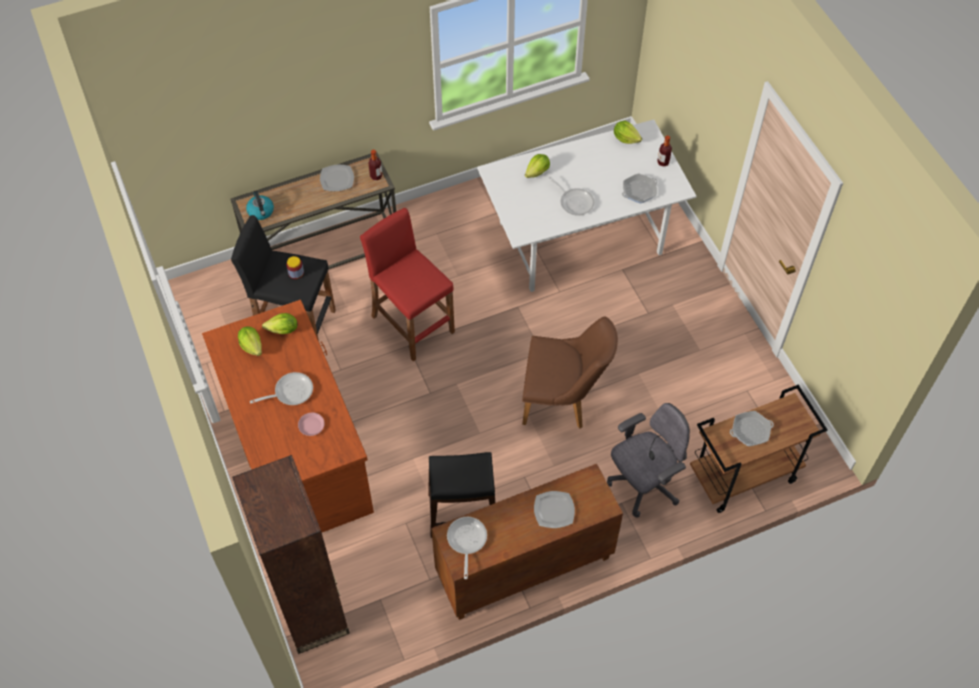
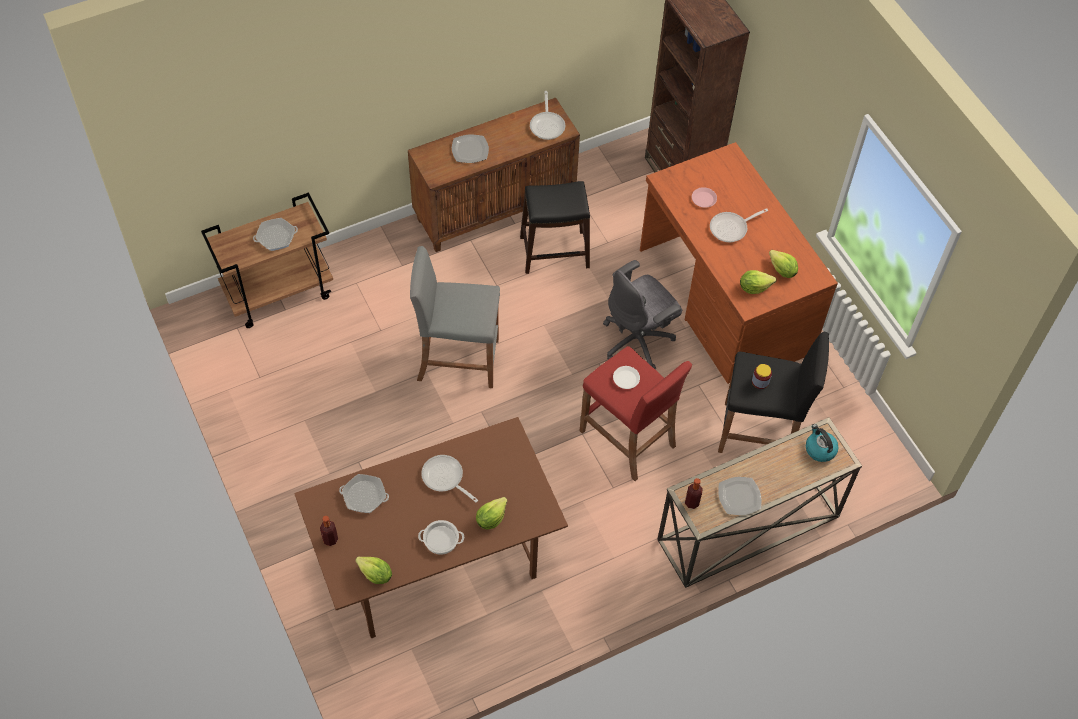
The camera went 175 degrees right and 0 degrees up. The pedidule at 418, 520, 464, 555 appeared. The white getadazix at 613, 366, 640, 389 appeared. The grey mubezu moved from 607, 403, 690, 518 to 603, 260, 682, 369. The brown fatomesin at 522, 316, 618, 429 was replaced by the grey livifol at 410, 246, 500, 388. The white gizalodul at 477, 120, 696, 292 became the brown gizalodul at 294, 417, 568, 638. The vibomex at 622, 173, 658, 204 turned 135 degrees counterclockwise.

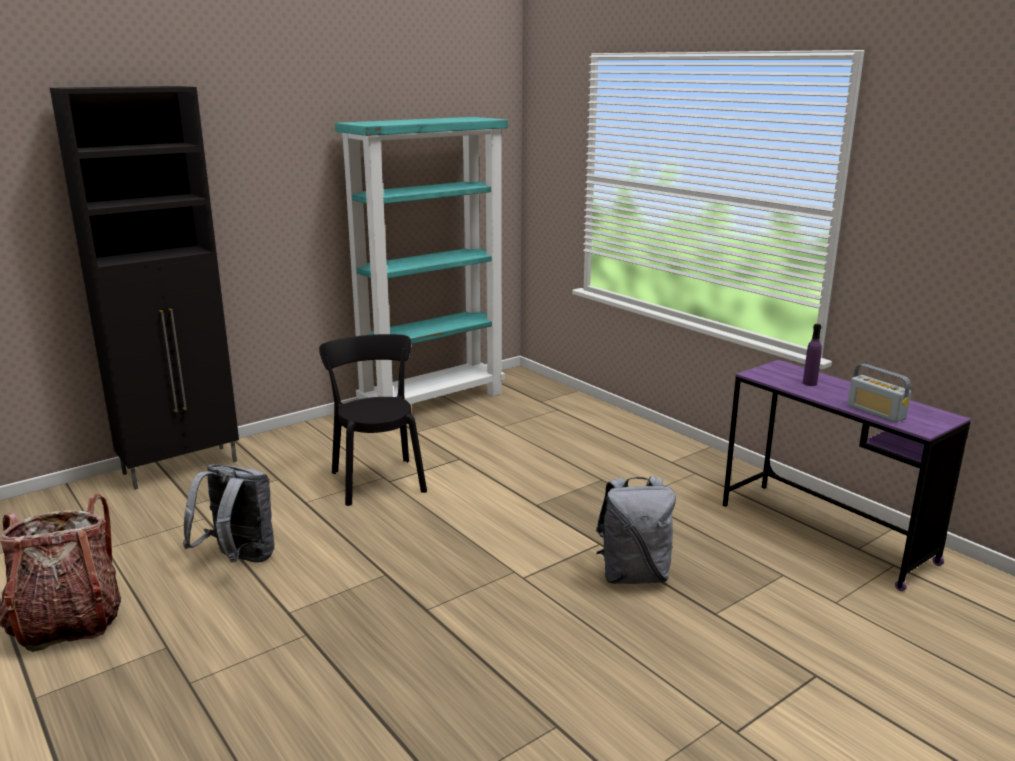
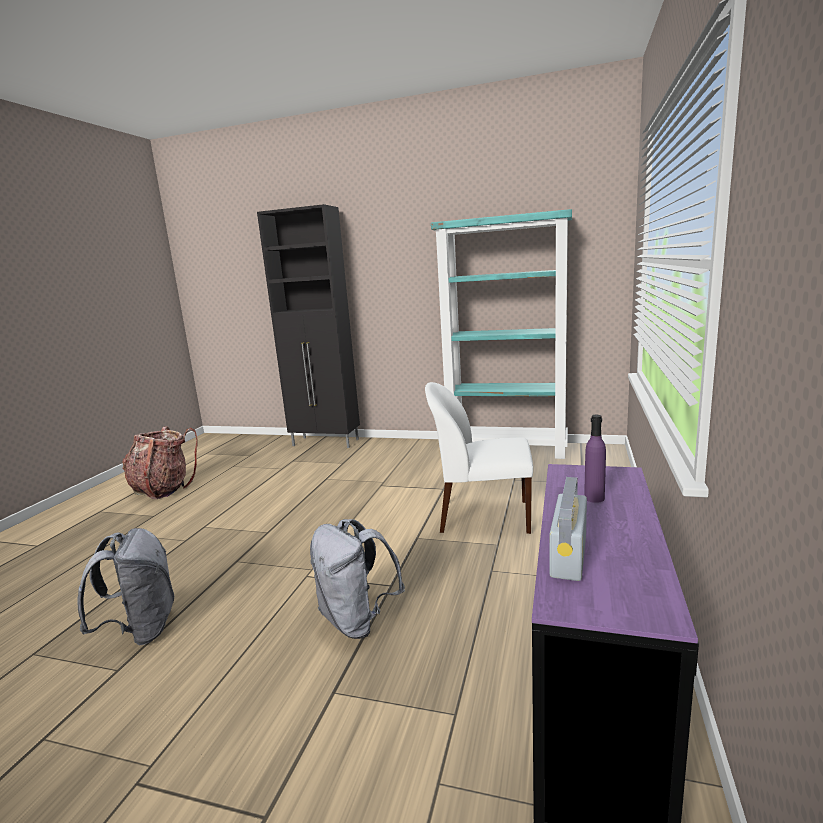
The camera went 55 degrees right and 5 degrees down. The black fatomesin at 319, 334, 427, 506 disappeared. The white fatomesin at 425, 382, 533, 534 appeared. The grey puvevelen moved from 183, 465, 275, 563 to 77, 528, 174, 645.

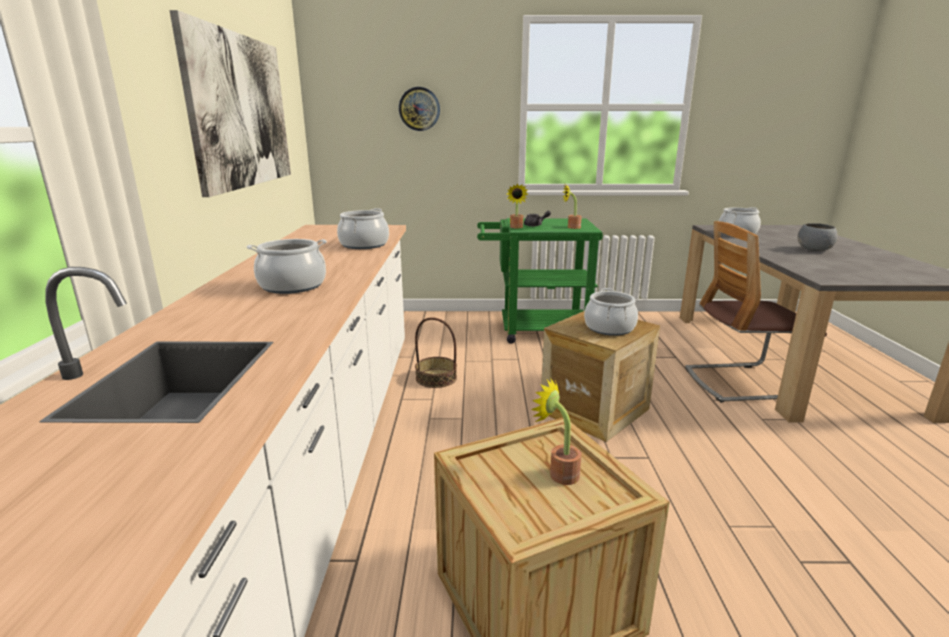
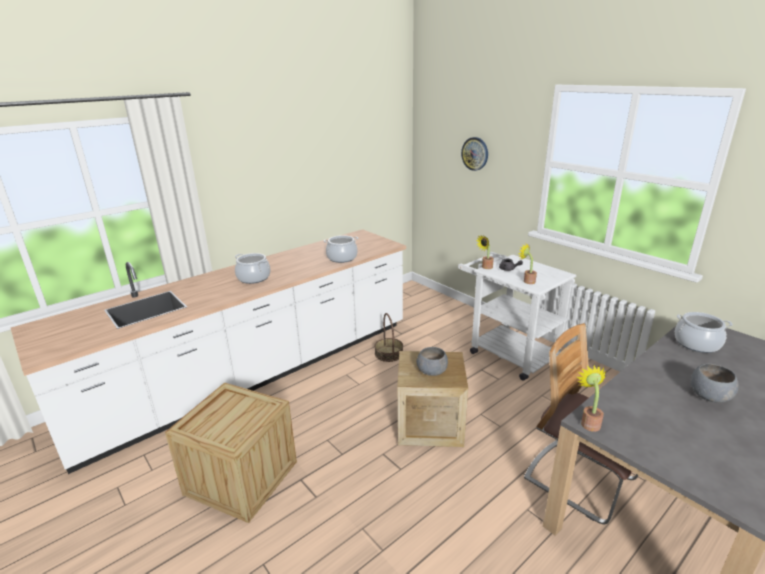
The camera went 50 degrees right and 5 degrees up. The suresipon at 170, 10, 291, 197 disappeared. The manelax moved from 531, 378, 581, 485 to 577, 365, 606, 432. The pedidule at 584, 288, 638, 336 was replaced by the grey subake at 416, 347, 448, 376. The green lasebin at 477, 218, 603, 344 became the white lasebin at 458, 252, 576, 381.

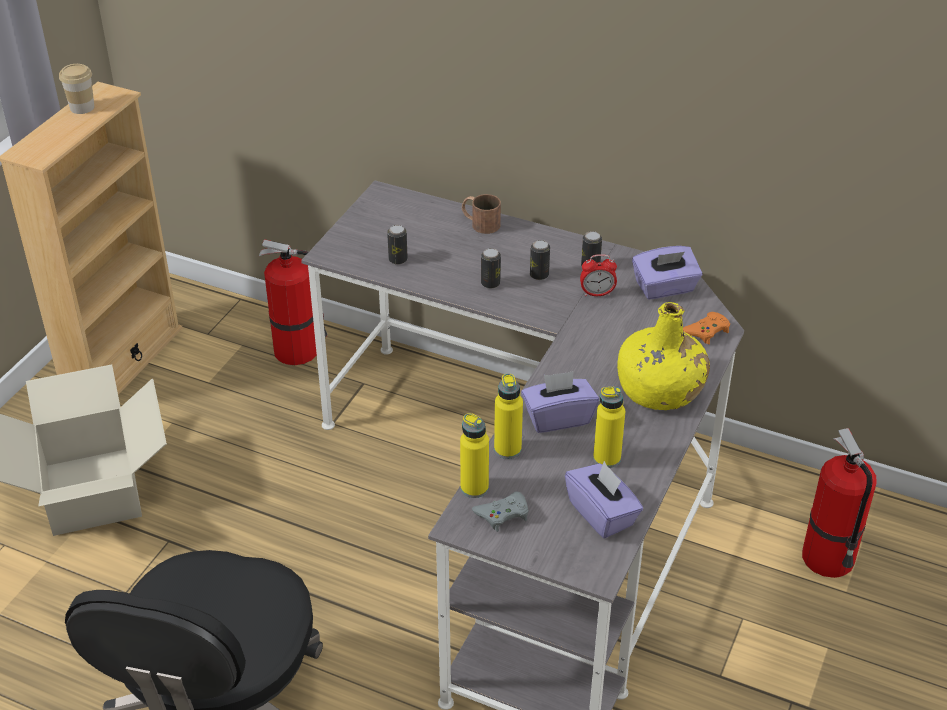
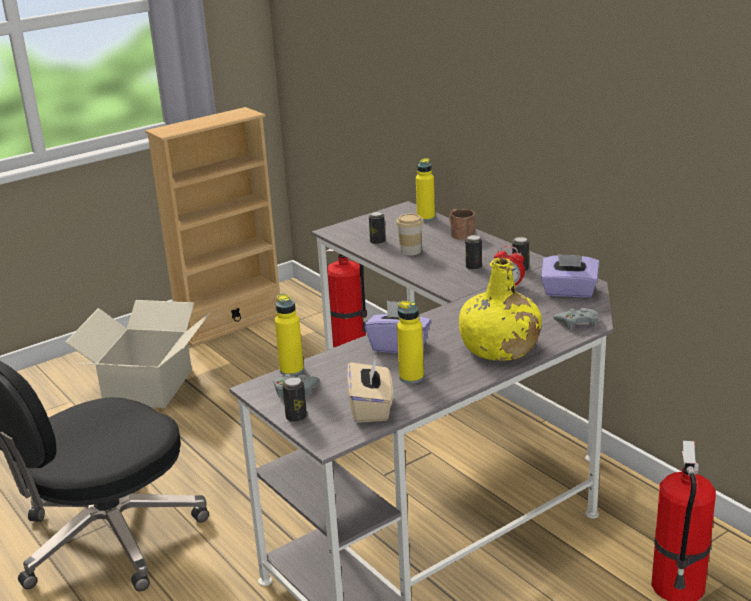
The camera went 30 degrees right and 15 degrees down. The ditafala moved from 59, 64, 94, 114 to 396, 213, 424, 256. The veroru moved from 481, 248, 501, 289 to 282, 377, 307, 422. The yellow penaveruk moved from 494, 374, 523, 459 to 416, 158, 435, 221. The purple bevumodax at 565, 461, 643, 538 became the beige bevumodax at 347, 357, 393, 423. The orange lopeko at 683, 312, 730, 345 became the grey lopeko at 553, 308, 598, 330.

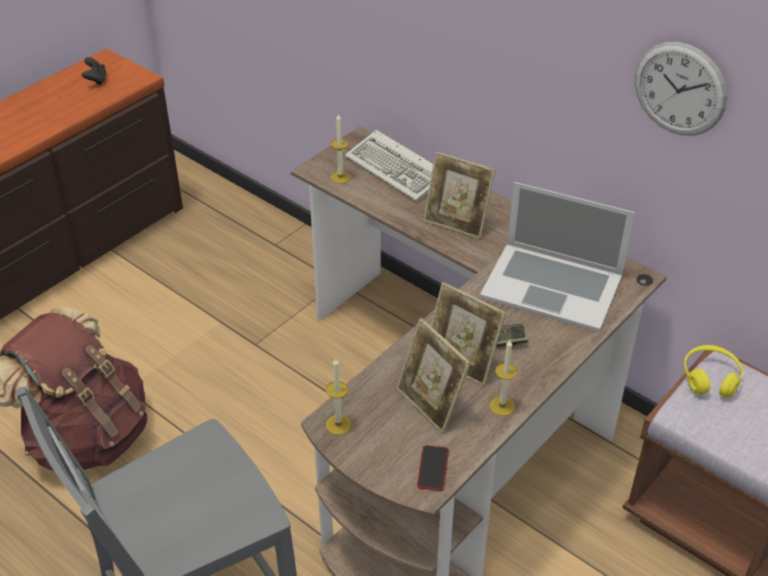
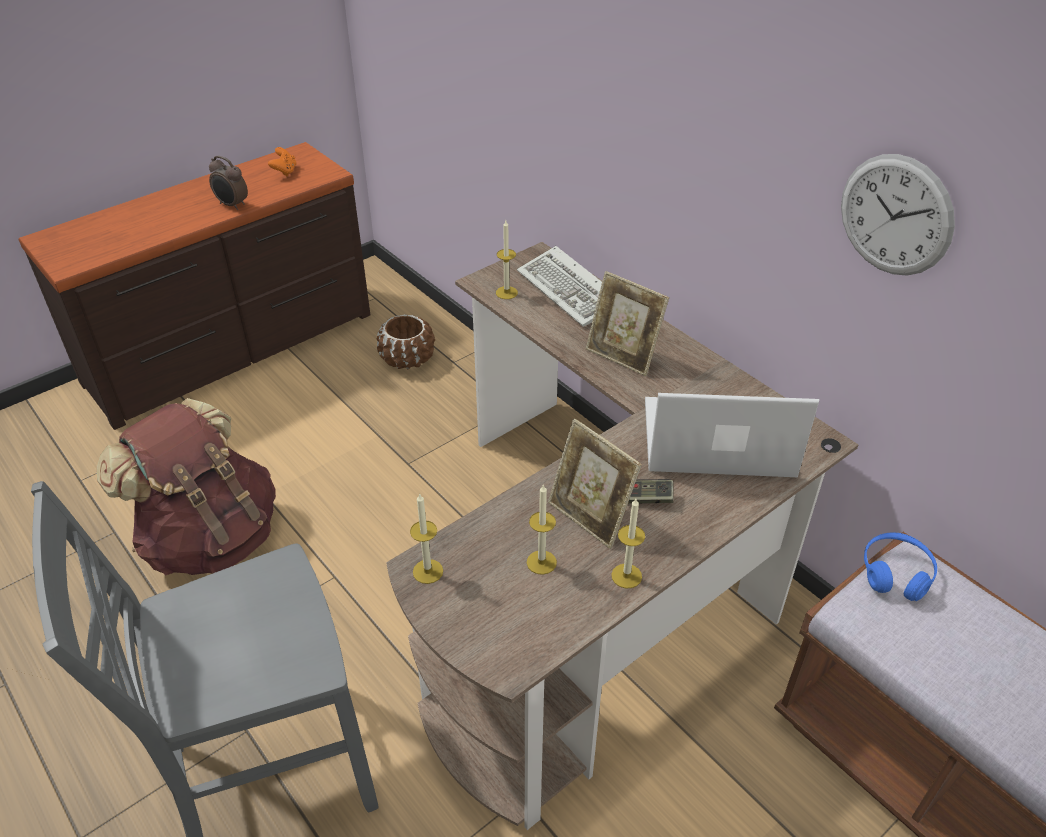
The camera went 10 degrees right and 0 degrees up. The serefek at 417, 445, 449, 491 disappeared. The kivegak at 209, 156, 248, 210 appeared. The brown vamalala at 377, 314, 435, 369 appeared. The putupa at 396, 318, 471, 434 was replaced by the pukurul at 527, 484, 557, 575. The black lopeko at 82, 57, 107, 85 became the orange lopeko at 268, 147, 297, 177. The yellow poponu at 684, 345, 743, 398 became the blue poponu at 864, 533, 937, 601. The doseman at 480, 182, 635, 332 turned 150 degrees clockwise.

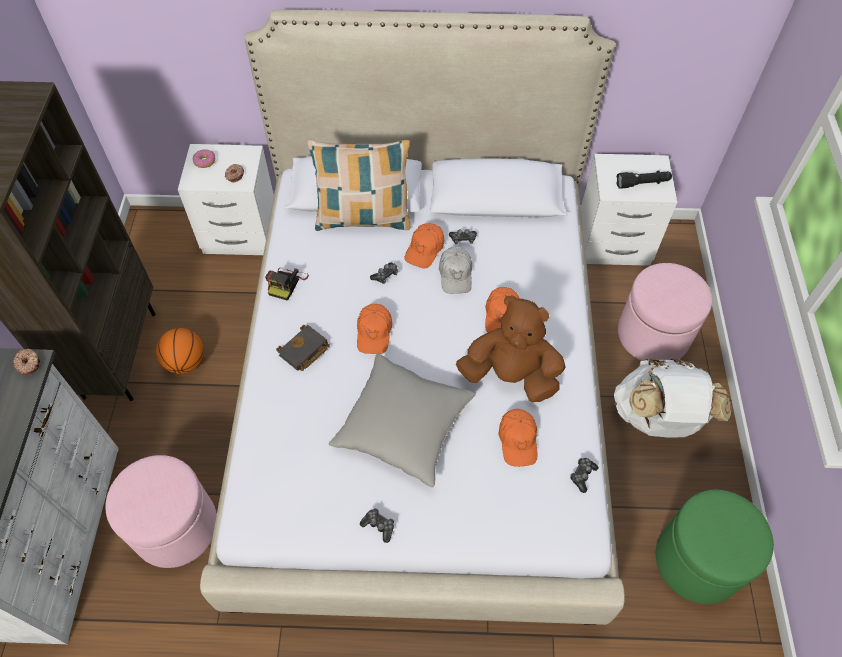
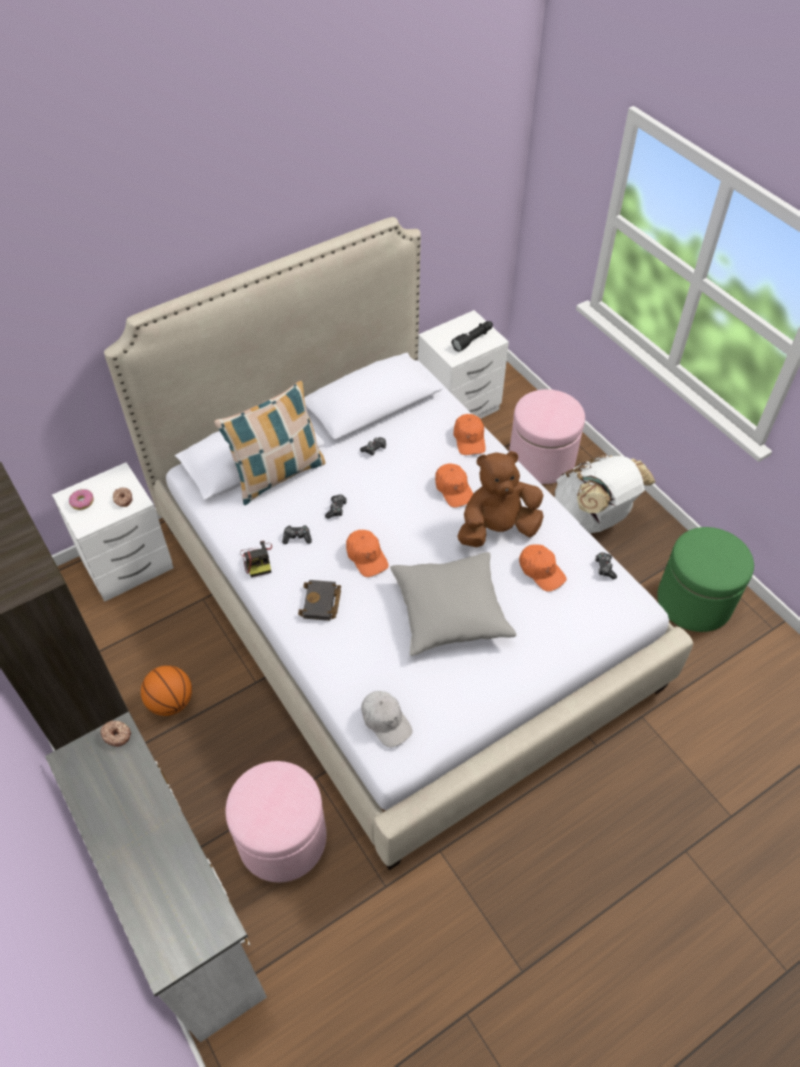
The camera went 35 degrees left and 5 degrees down. The lopeko moved from 360, 508, 394, 543 to 282, 525, 312, 544. The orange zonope moved from 405, 223, 444, 269 to 453, 414, 486, 455. The white zonope moved from 439, 247, 472, 294 to 361, 691, 413, 747.

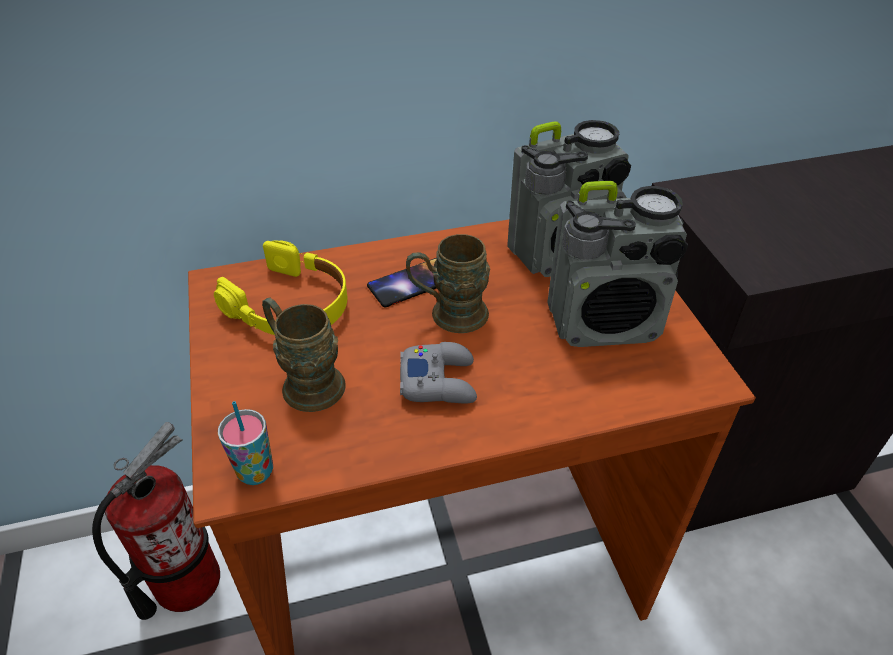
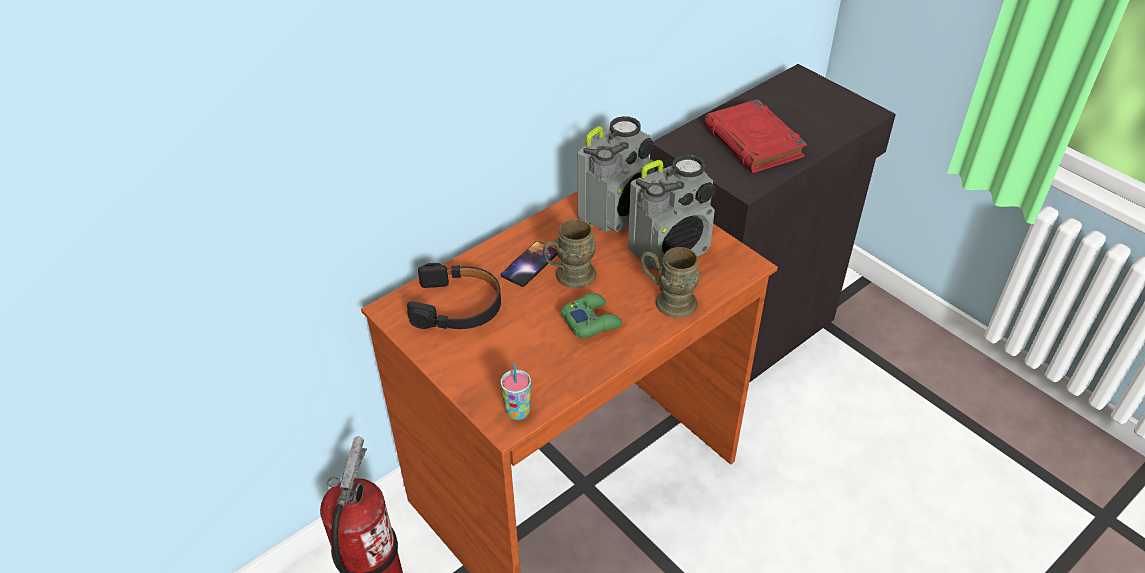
The camera went 25 degrees left and 0 degrees up. The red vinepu at 704, 99, 807, 173 appeared. The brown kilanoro moved from 262, 297, 346, 412 to 641, 247, 700, 318. The yellow poponu at 214, 240, 347, 335 became the black poponu at 407, 263, 501, 329. The grey lopeko at 400, 342, 477, 404 became the green lopeko at 561, 293, 622, 338.

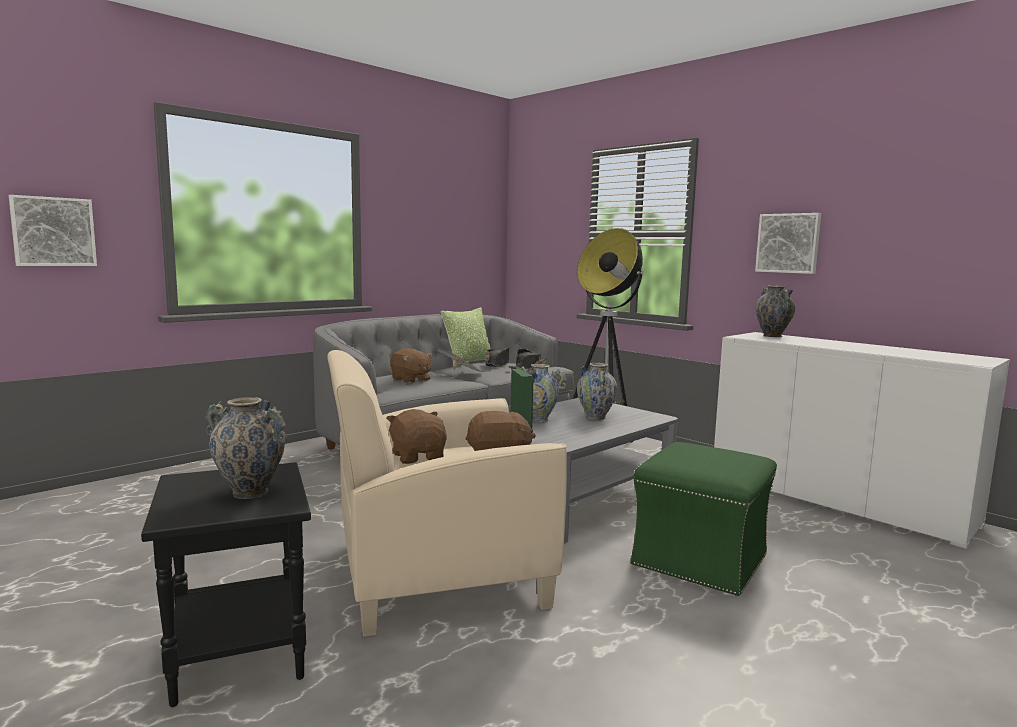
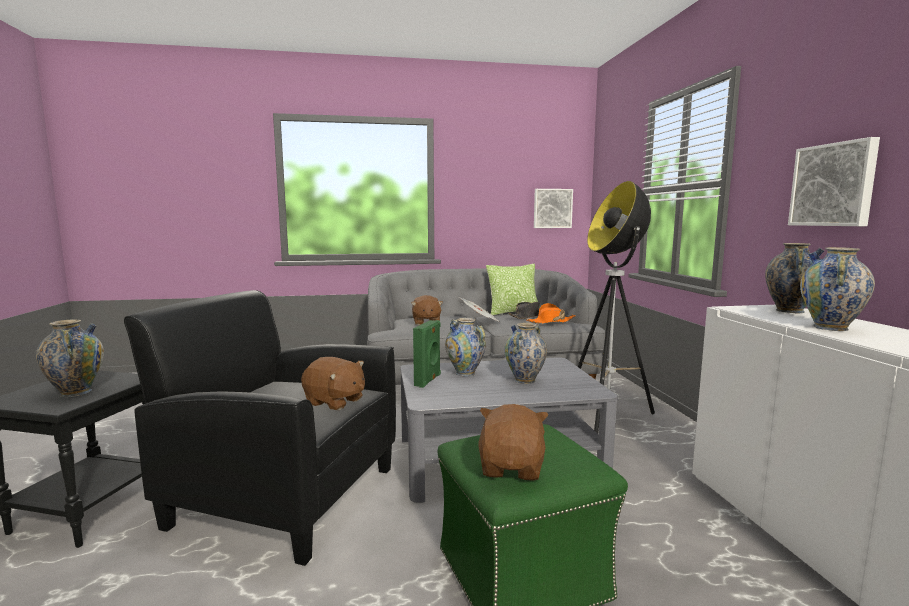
The camera went 35 degrees right and 0 degrees up. The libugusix at 800, 247, 875, 331 appeared. The suresipon moved from 9, 195, 97, 266 to 534, 189, 573, 228. The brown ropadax moved from 386, 409, 447, 464 to 478, 404, 548, 481. The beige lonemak at 327, 350, 567, 637 became the black lonemak at 124, 290, 396, 566. The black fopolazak at 508, 348, 547, 369 became the orange fopolazak at 526, 303, 576, 324.

